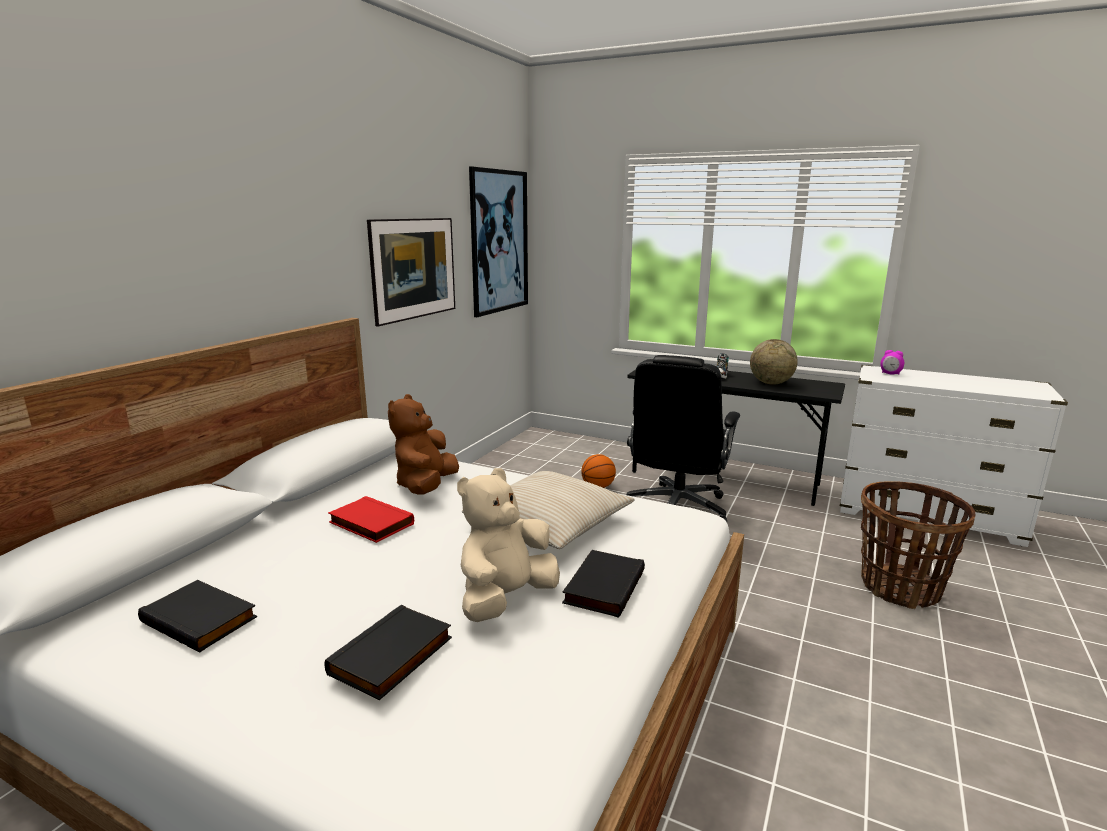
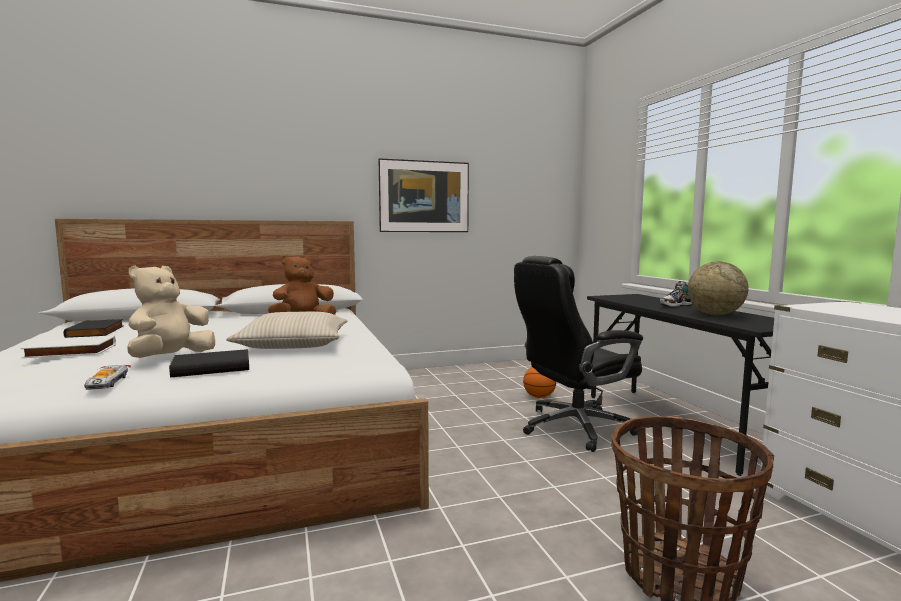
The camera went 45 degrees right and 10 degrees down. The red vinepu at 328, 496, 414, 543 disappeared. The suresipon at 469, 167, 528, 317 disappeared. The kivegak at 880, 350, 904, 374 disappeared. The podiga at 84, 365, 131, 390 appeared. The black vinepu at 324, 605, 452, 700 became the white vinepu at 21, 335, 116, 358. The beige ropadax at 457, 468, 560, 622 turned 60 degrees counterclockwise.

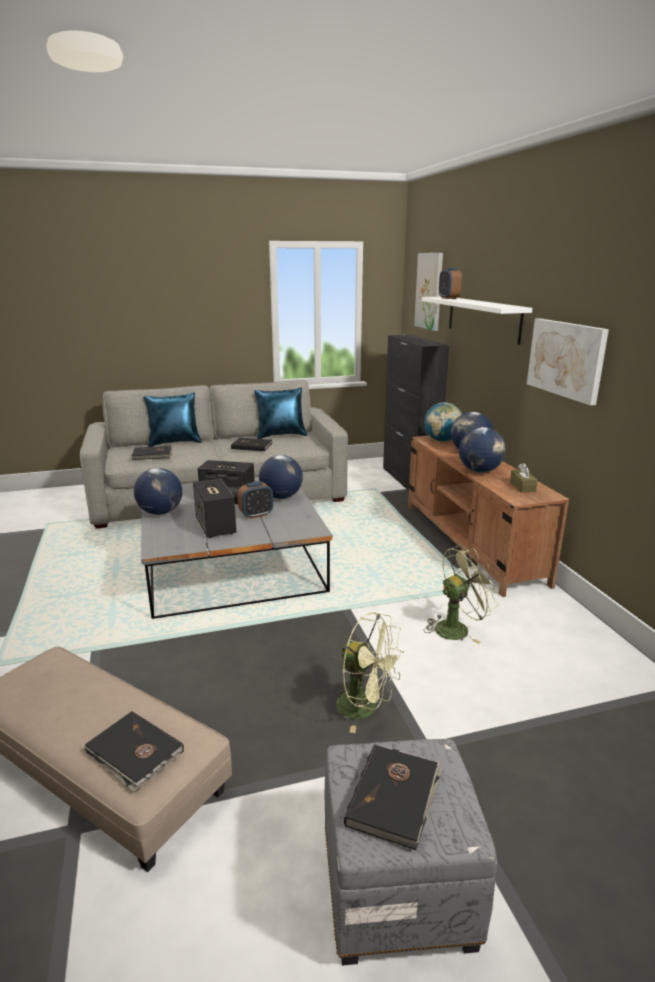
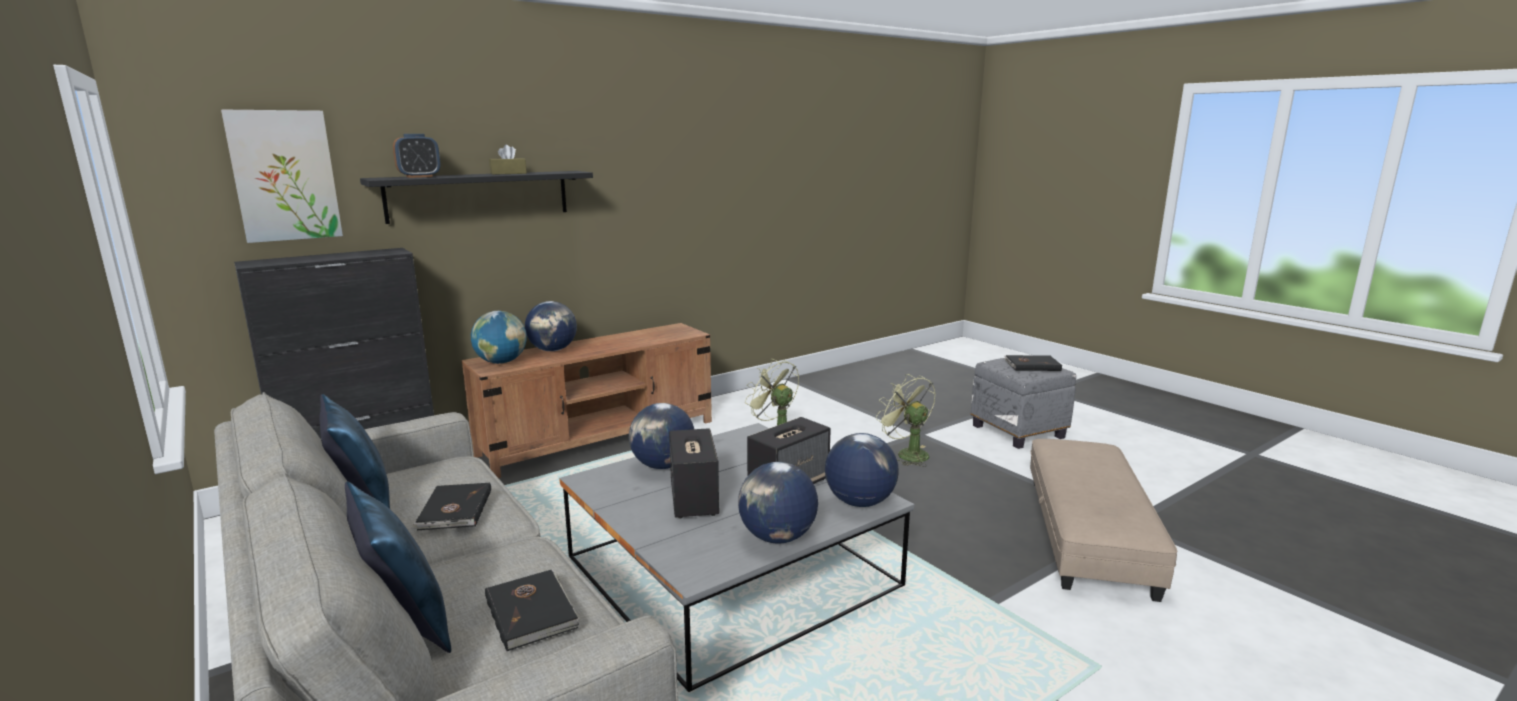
The camera went 110 degrees left and 5 degrees down. The black vinepu at 84, 711, 184, 792 disappeared. The kivegak at 237, 481, 273, 519 disappeared. The suresipon at 527, 318, 609, 405 disappeared. The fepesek moved from 459, 427, 506, 473 to 825, 433, 899, 507. The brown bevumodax moved from 510, 463, 538, 492 to 489, 144, 527, 175. The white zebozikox at 422, 297, 533, 345 became the black zebozikox at 360, 171, 593, 224. The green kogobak at 333, 612, 404, 733 turned 45 degrees counterclockwise.

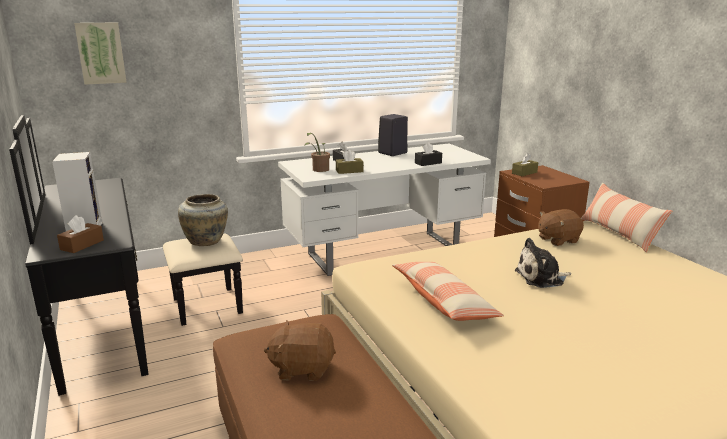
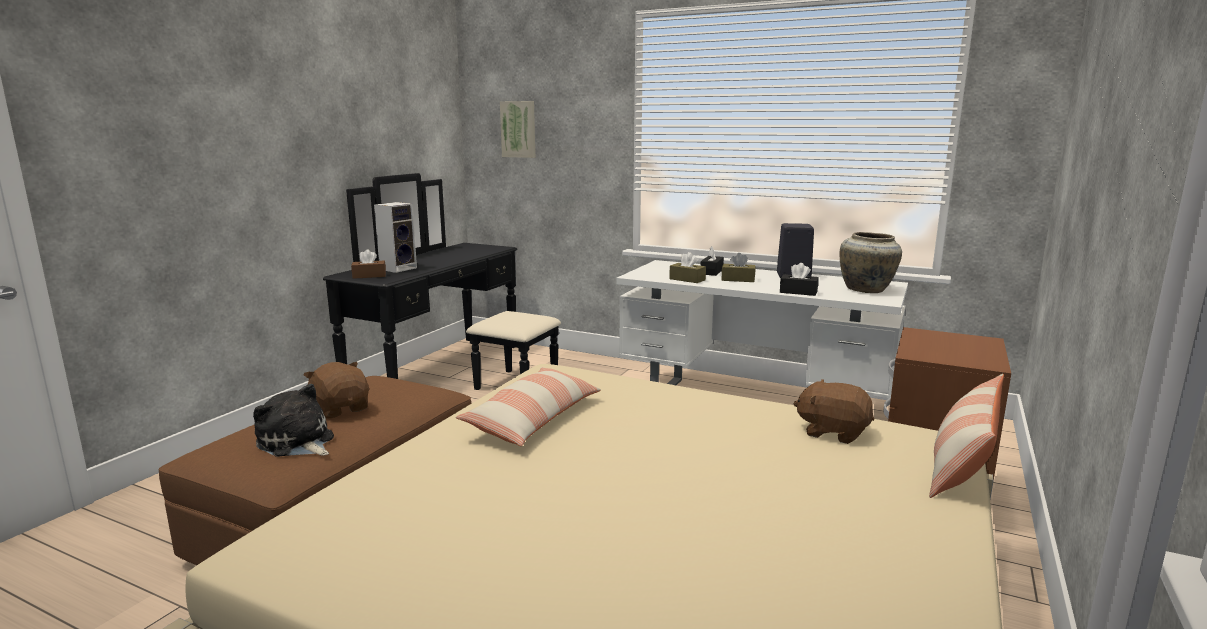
The camera went 50 degrees right and 5 degrees down. The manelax at 305, 133, 330, 172 disappeared. The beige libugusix moved from 178, 194, 228, 246 to 840, 232, 902, 293. The brown bevumodax moved from 512, 153, 538, 176 to 721, 253, 756, 282. The ropadax moved from 515, 238, 571, 288 to 253, 384, 334, 457.

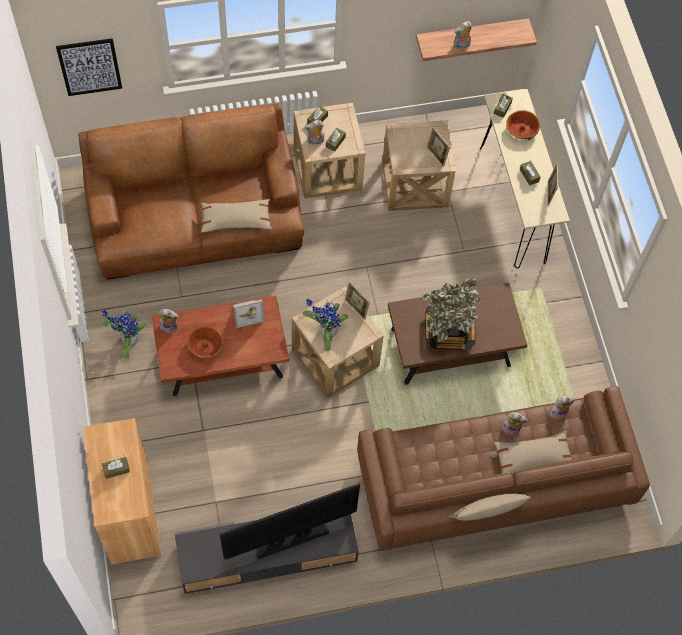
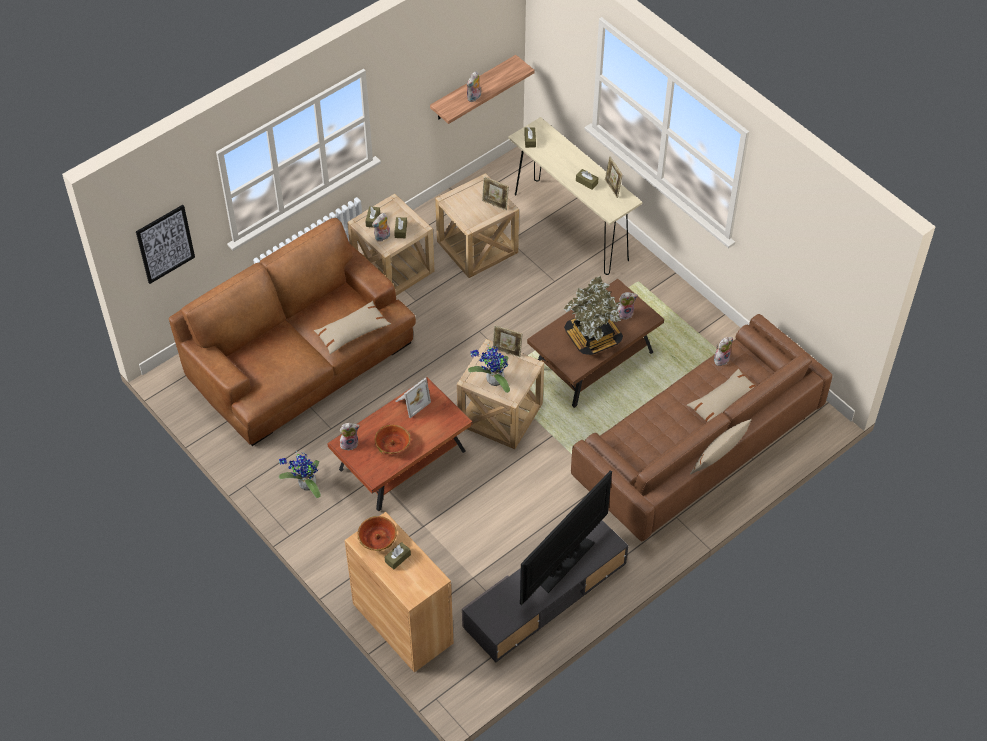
The camera went 25 degrees left and 10 degrees down. The ropadax moved from 502, 412, 528, 435 to 617, 292, 638, 320. The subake moved from 506, 110, 540, 140 to 358, 516, 397, 551.

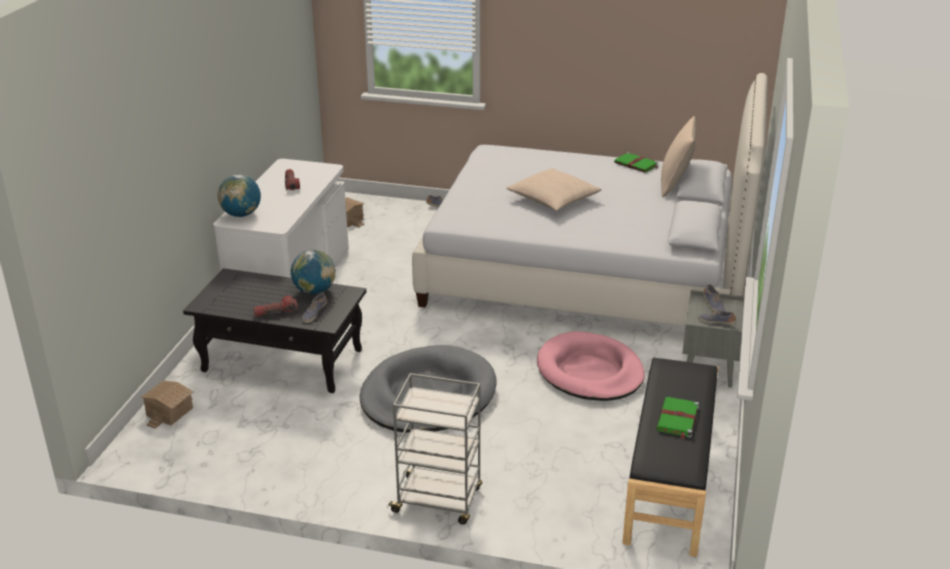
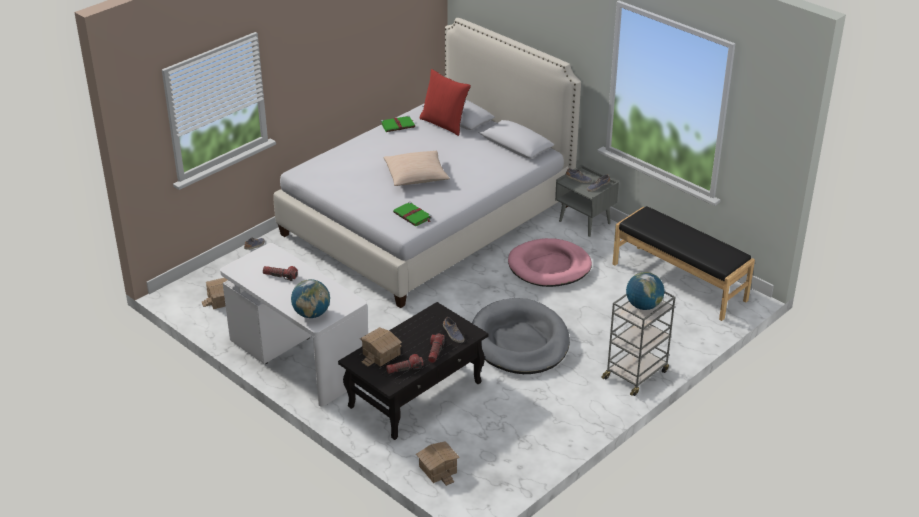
The camera went 60 degrees left and 5 degrees up. The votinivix at 360, 327, 402, 367 appeared. The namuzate at 386, 354, 423, 374 appeared. The fepesek moved from 291, 250, 336, 294 to 626, 272, 664, 310. The green vinepu moved from 656, 397, 699, 439 to 393, 202, 432, 226. The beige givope at 661, 116, 696, 198 became the red givope at 419, 69, 471, 136.

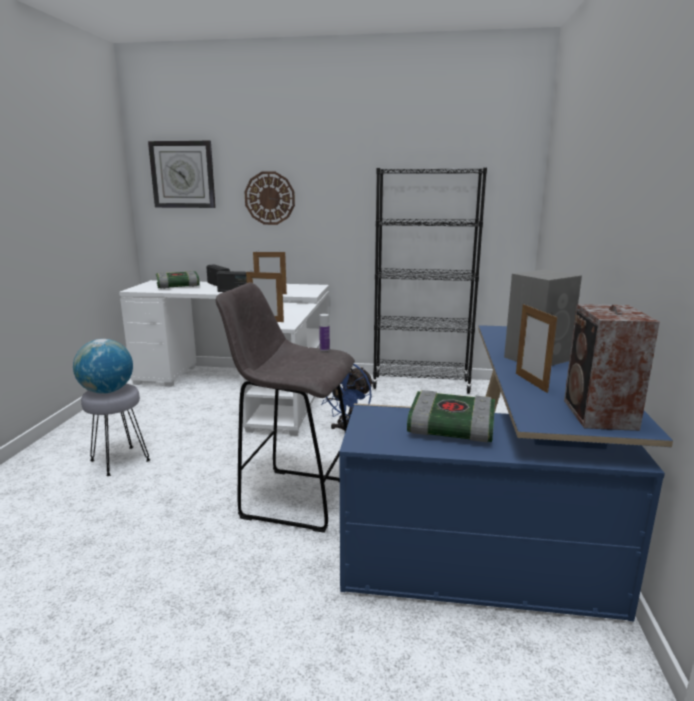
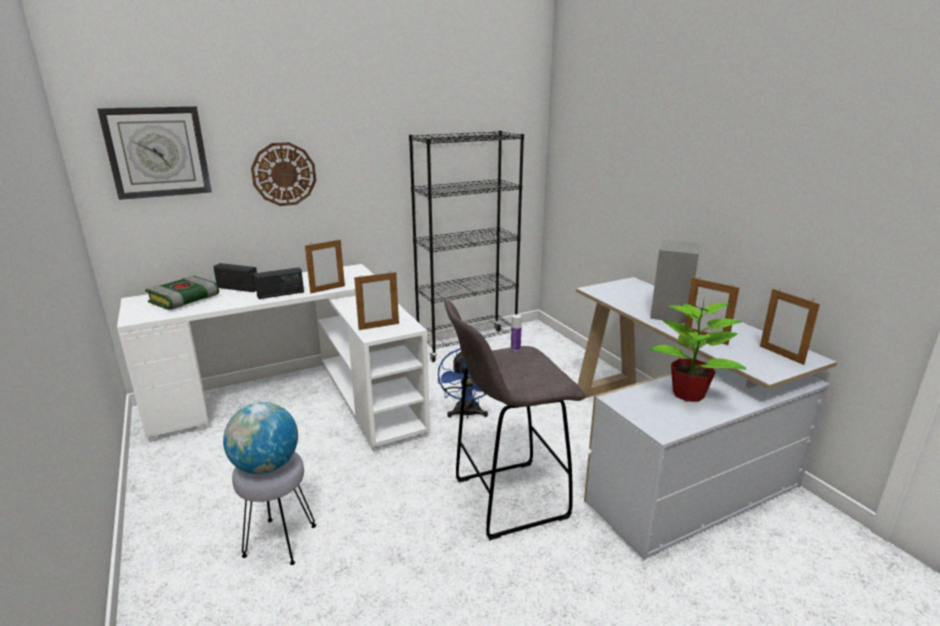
The camera went 35 degrees left and 5 degrees up. The vinepu at 407, 390, 495, 443 was replaced by the manelax at 650, 295, 747, 402. The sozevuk at 564, 304, 660, 431 was replaced by the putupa at 760, 289, 820, 365. The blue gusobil at 339, 325, 673, 622 became the white gusobil at 576, 277, 837, 560.

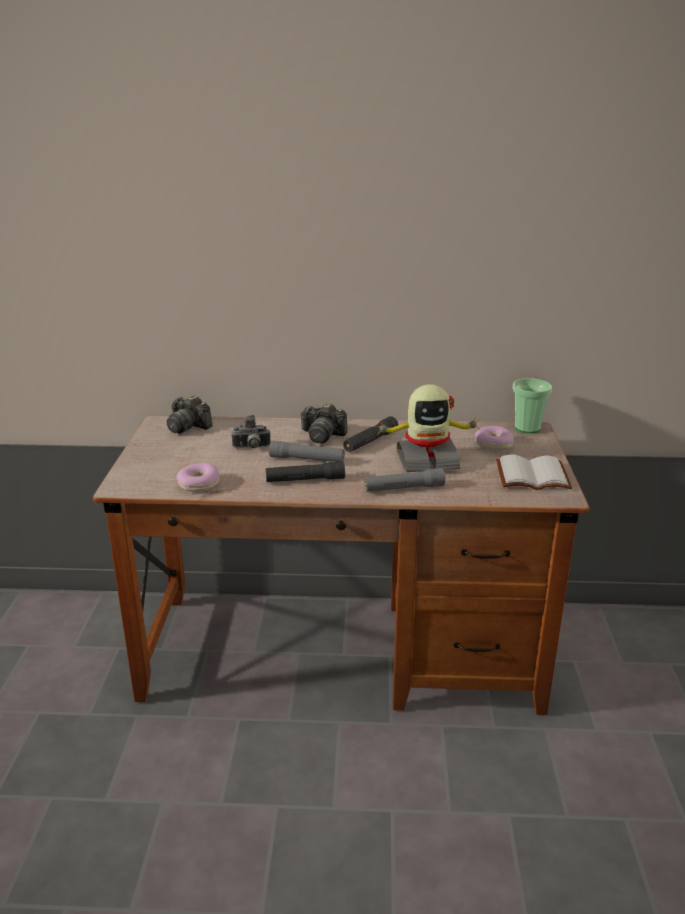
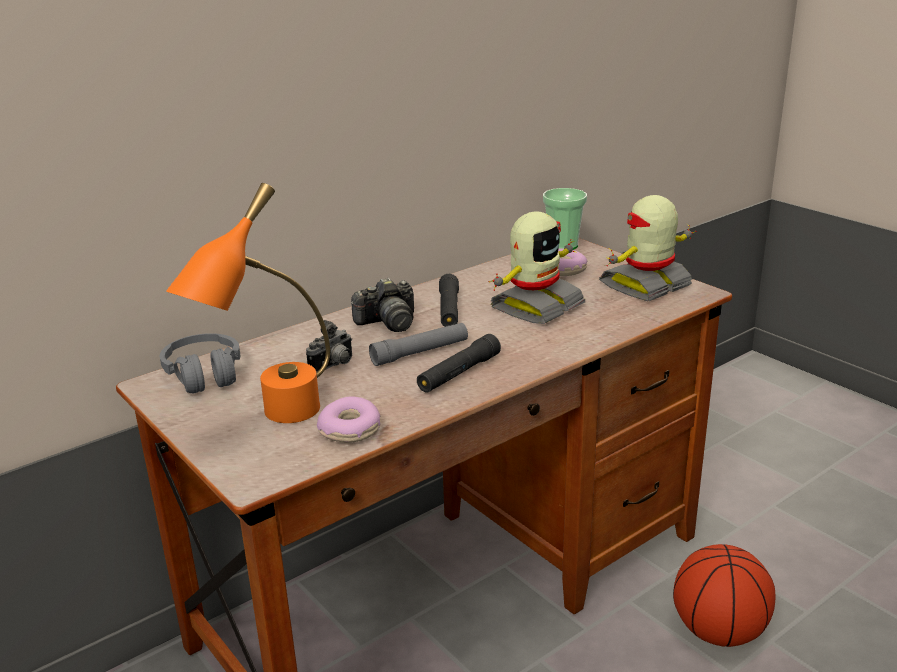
The camera went 40 degrees left and 0 degrees up. The grey namuzate at 364, 468, 445, 492 disappeared. The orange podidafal at 166, 183, 330, 423 appeared. The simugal at 673, 544, 775, 647 appeared. The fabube at 166, 395, 213, 434 was replaced by the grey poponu at 160, 333, 240, 393. The white vinepu at 496, 455, 572, 490 was replaced by the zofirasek at 599, 195, 696, 302.

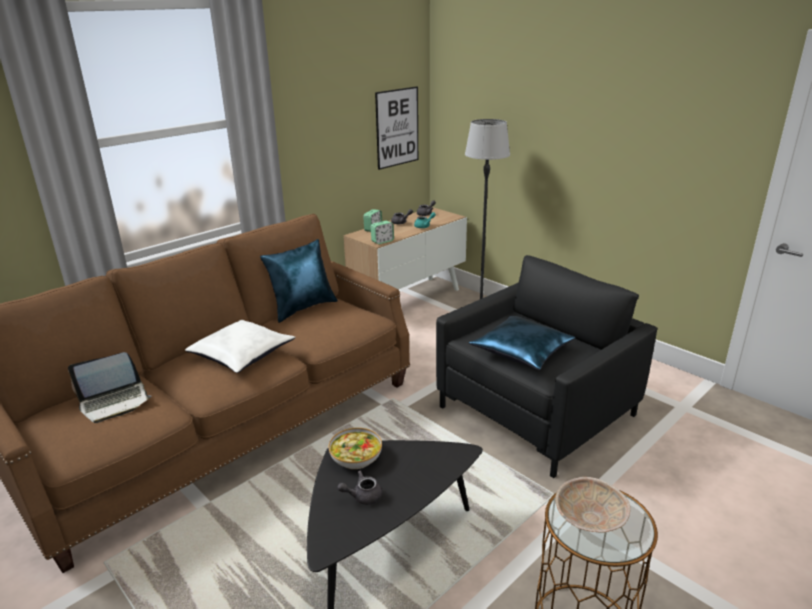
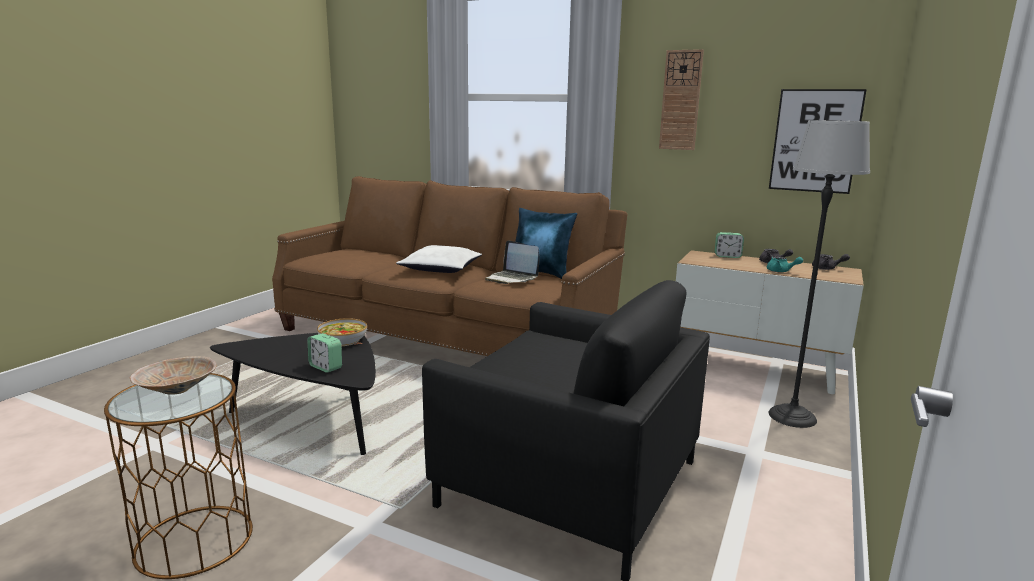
The camera went 70 degrees right and 10 degrees down. The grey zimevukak at 337, 471, 382, 505 disappeared. The blue givope at 469, 316, 575, 370 disappeared. The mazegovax at 659, 49, 704, 150 appeared. The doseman moved from 68, 352, 151, 423 to 485, 240, 540, 284. The kivegak moved from 371, 221, 394, 244 to 307, 333, 342, 373.

